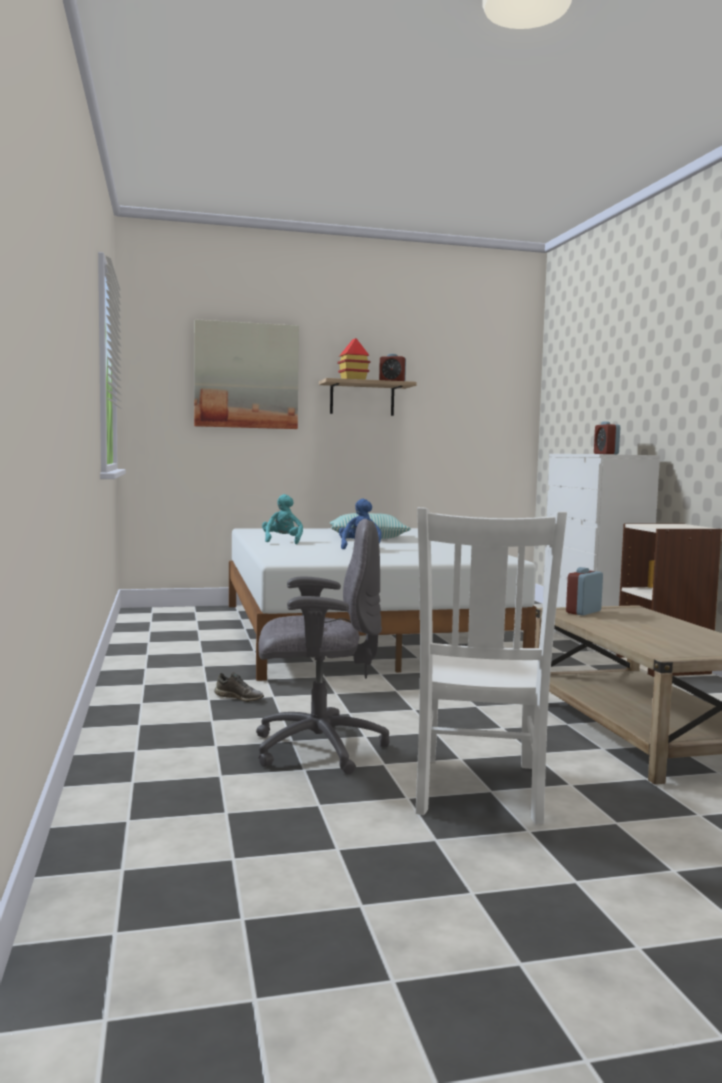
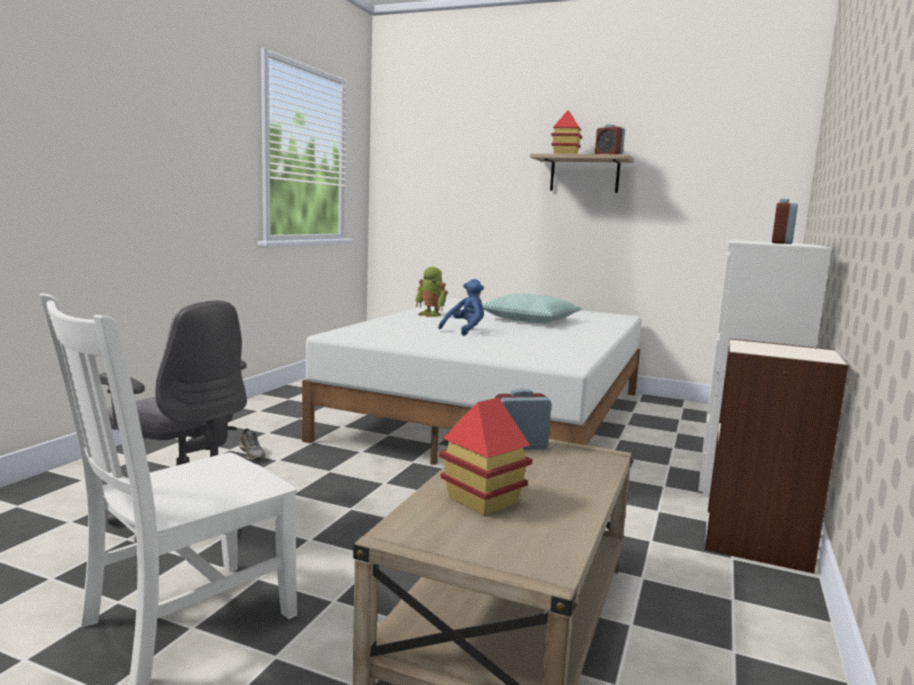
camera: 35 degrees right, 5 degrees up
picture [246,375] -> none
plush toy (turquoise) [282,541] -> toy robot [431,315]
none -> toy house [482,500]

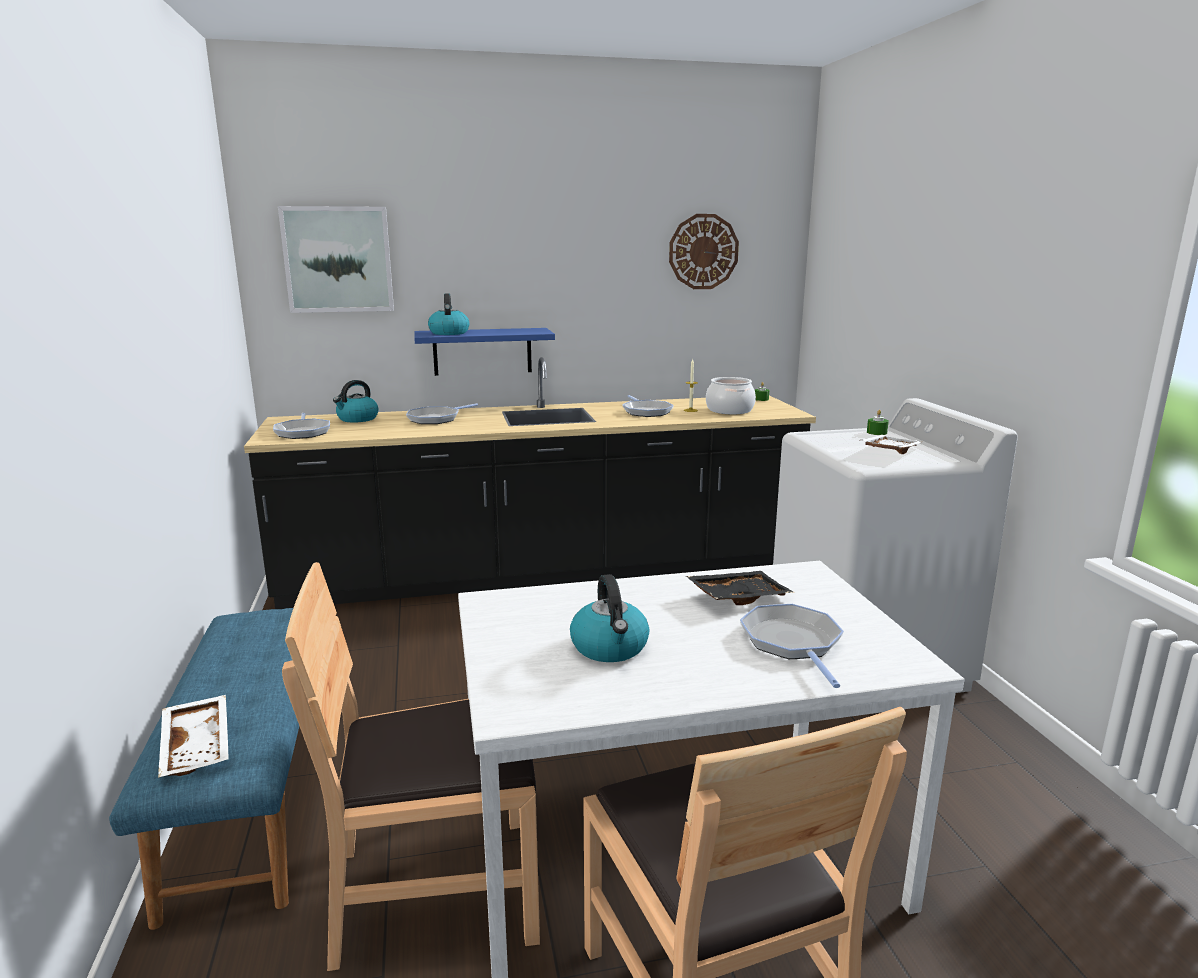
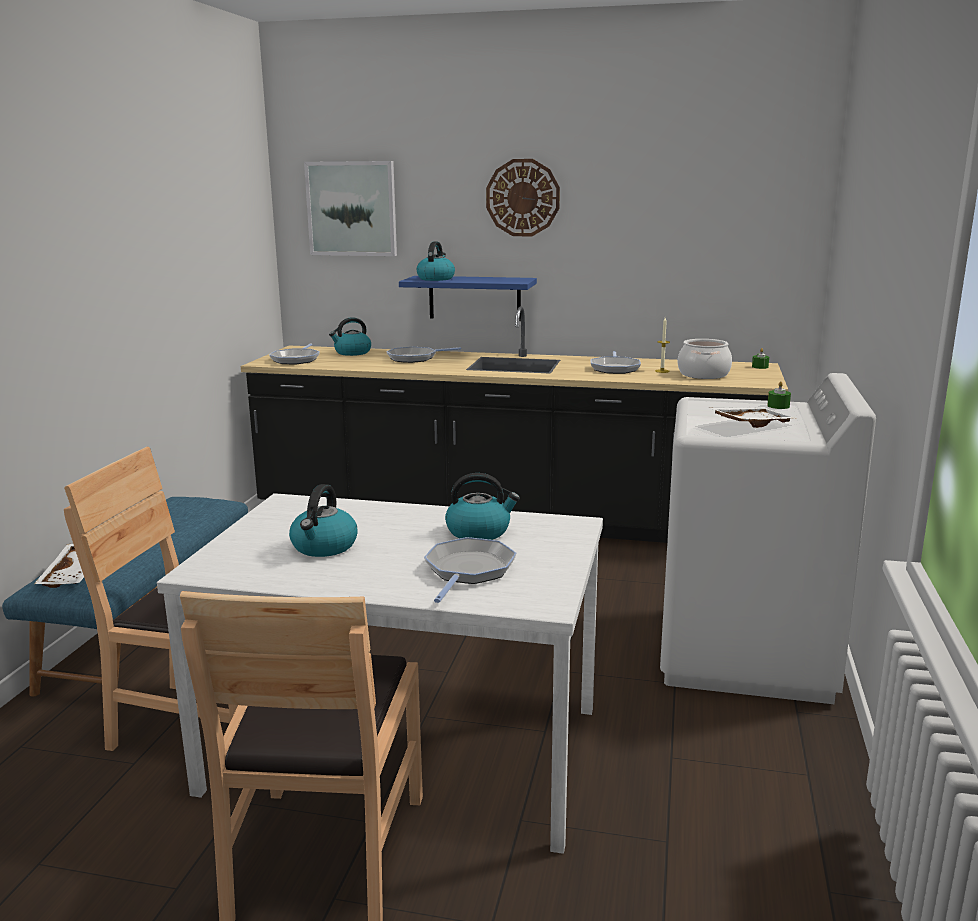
camera: 25 degrees right, 0 degrees up
wall clock [703,252] -> wall clock [523,198], move
tray (black) [737,596] -> kettle [479,531]

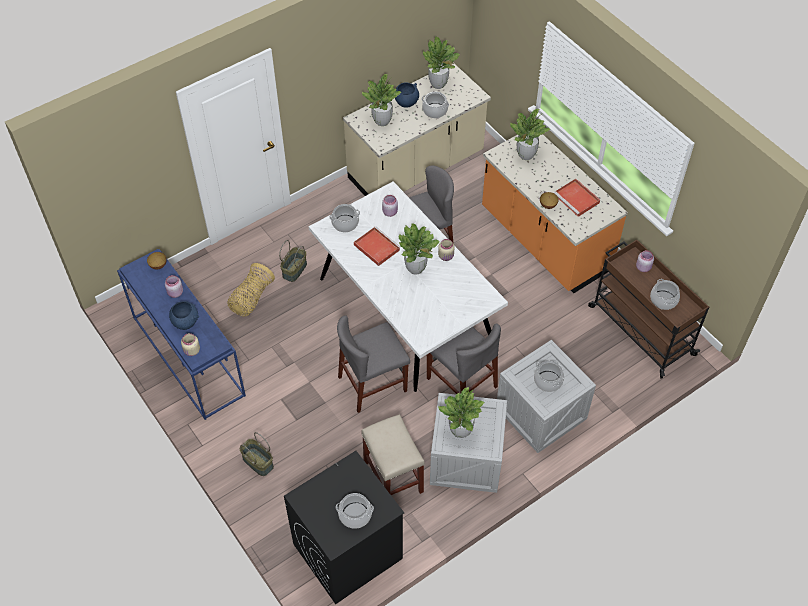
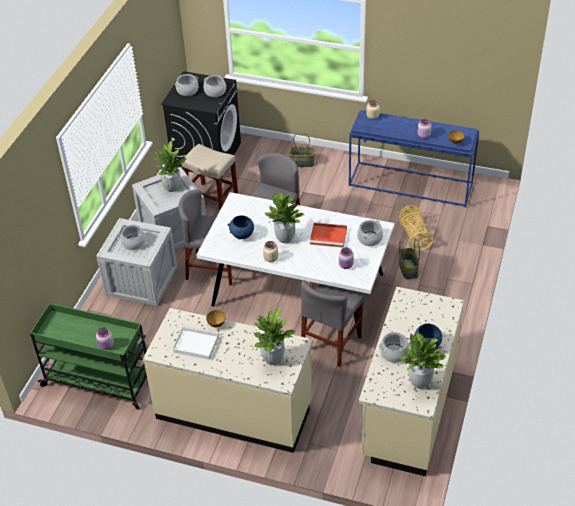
camera: 145 degrees right, 10 degrees down
bowl (blue) [185,322] -> bowl (blue) [242,235], move
potted plant [382,121] -> none
counter (orange) [544,240] -> counter (beige) [234,409]
tray (red) [577,199] -> tray (white) [195,344]
cart (brown) [640,329] -> cart (green) [100,381]
cooking pot [663,300] -> cooking pot [215,92], move

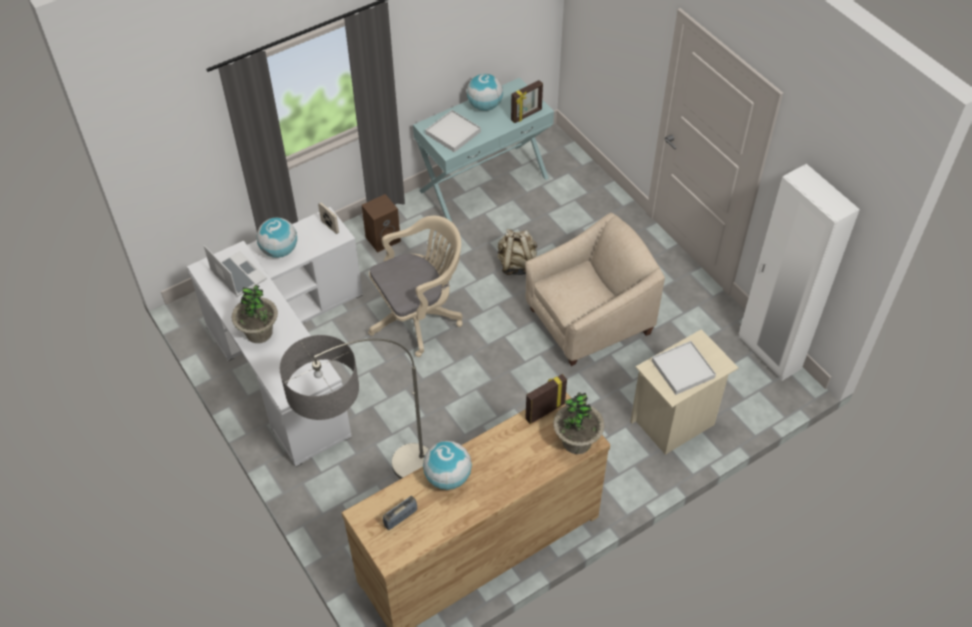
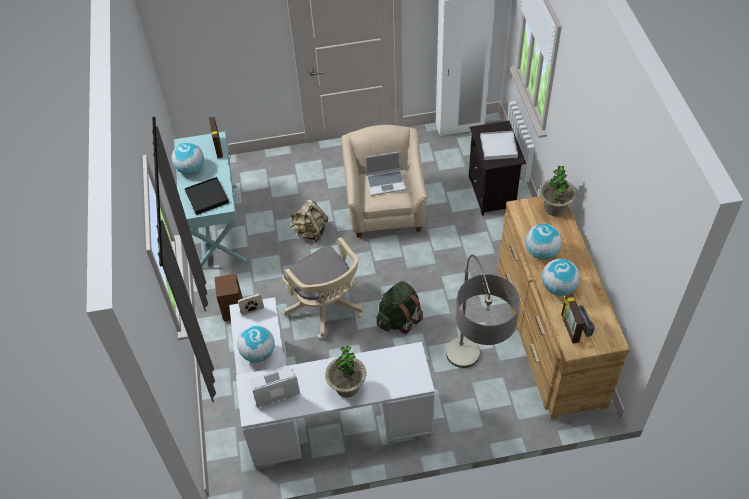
camera: 65 degrees left, 0 degrees up
office chair (beige) [419,316] -> office chair (beige) [327,308], 150 degrees clockwise
tray (white) [453,133] -> tray (black) [207,197]
picture frame [544,411] -> picture frame [569,328], move
nightstand (beige) [674,423] -> nightstand (black) [493,193]
none -> laptop [386,183]
none -> backpack (green) [399,319]
none -> globe [541,252]

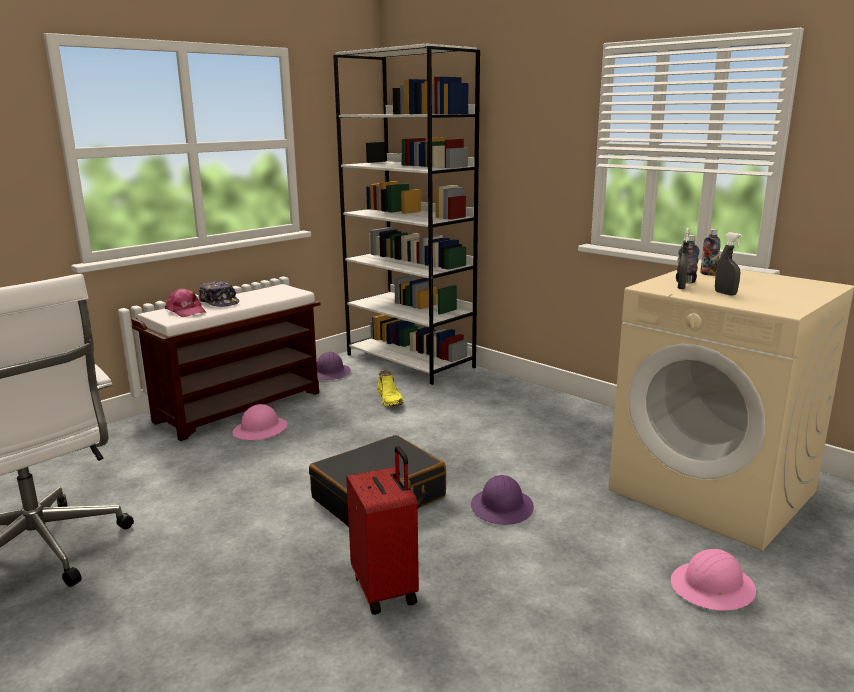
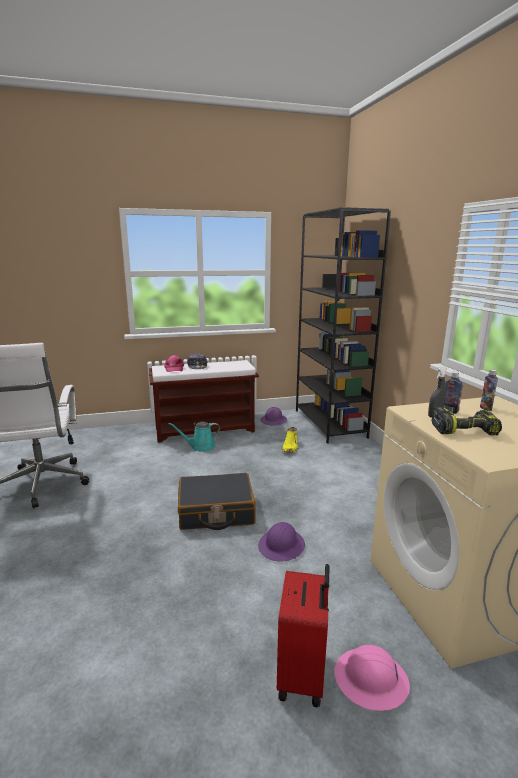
camera: 30 degrees right, 0 degrees up
hard hat (pink) [260,430] -> watering can (turquoise) [200,447]
bookcase (white) [411,361] -> bookcase (black) [330,424]
suitcase (red) [386,589] -> suitcase (red) [303,676], move
spray bottle (grey) [725,293] -> power drill [464,430]

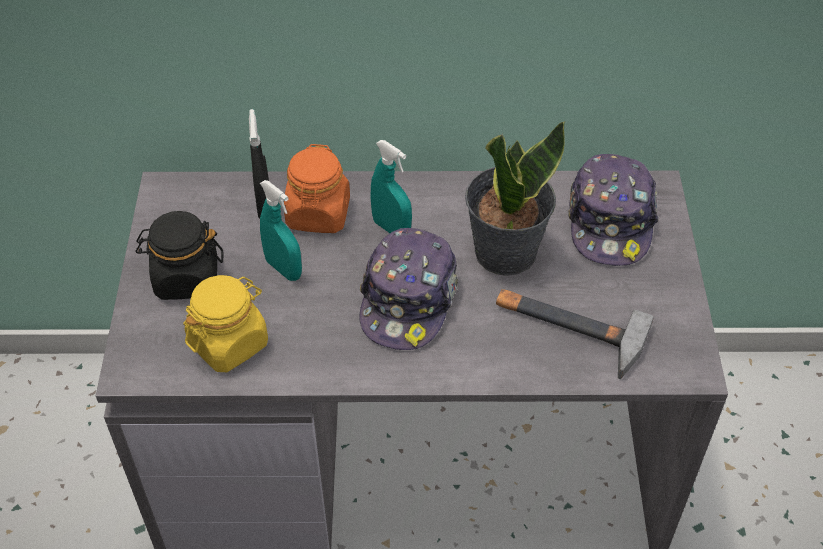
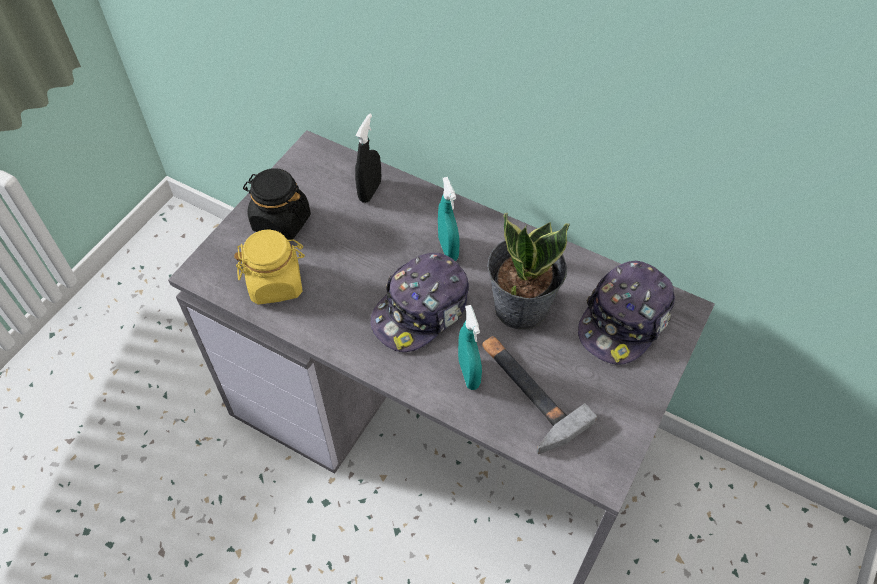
camera: 30 degrees right, 5 degrees up
spray bottle (turquoise) [283,269] -> spray bottle (turquoise) [469,373], move
jar (orange) [318,214] -> none

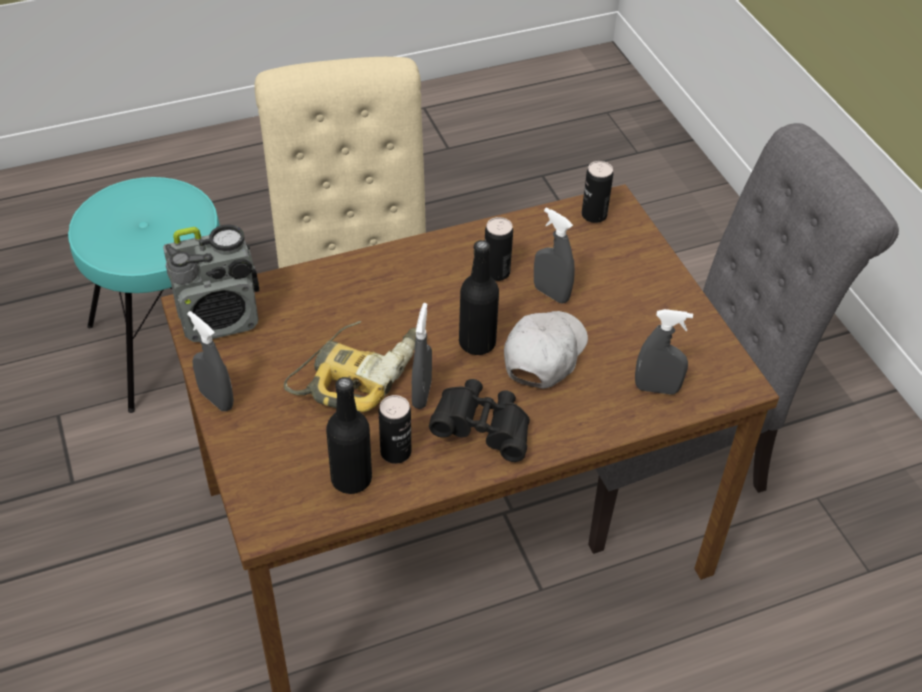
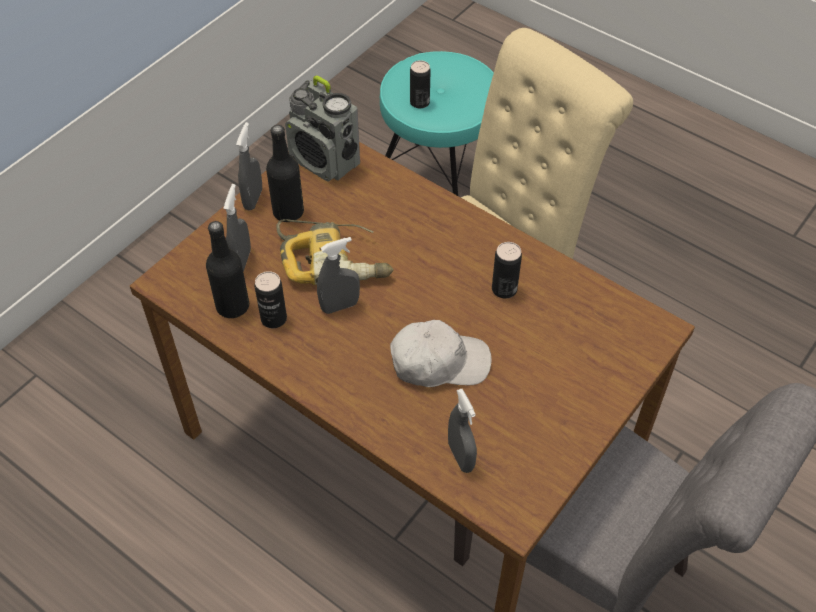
camera: 60 degrees right, 5 degrees up
binoculars (black) [483,430] -> none
bottle (black) [477,343] -> bottle (black) [288,212], move
spray bottle (grey) [551,293] -> spray bottle (grey) [241,260], move
can [594,215] -> can [419,102], move

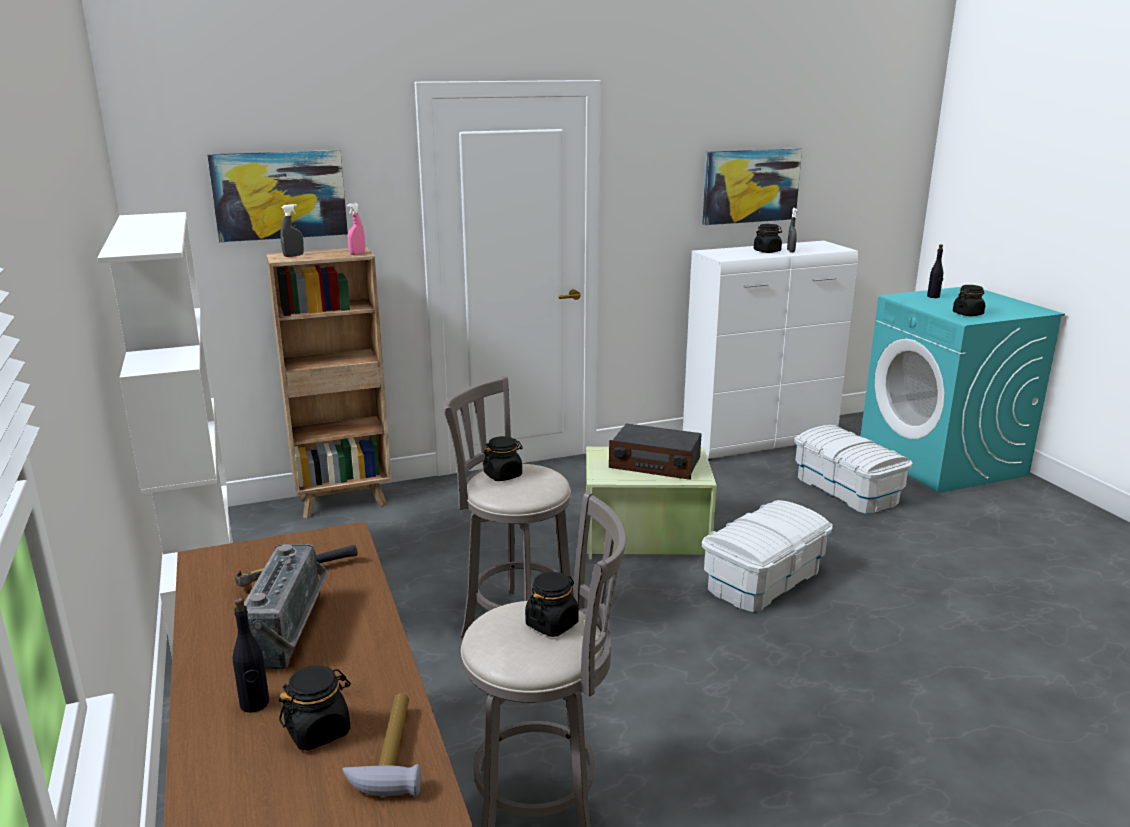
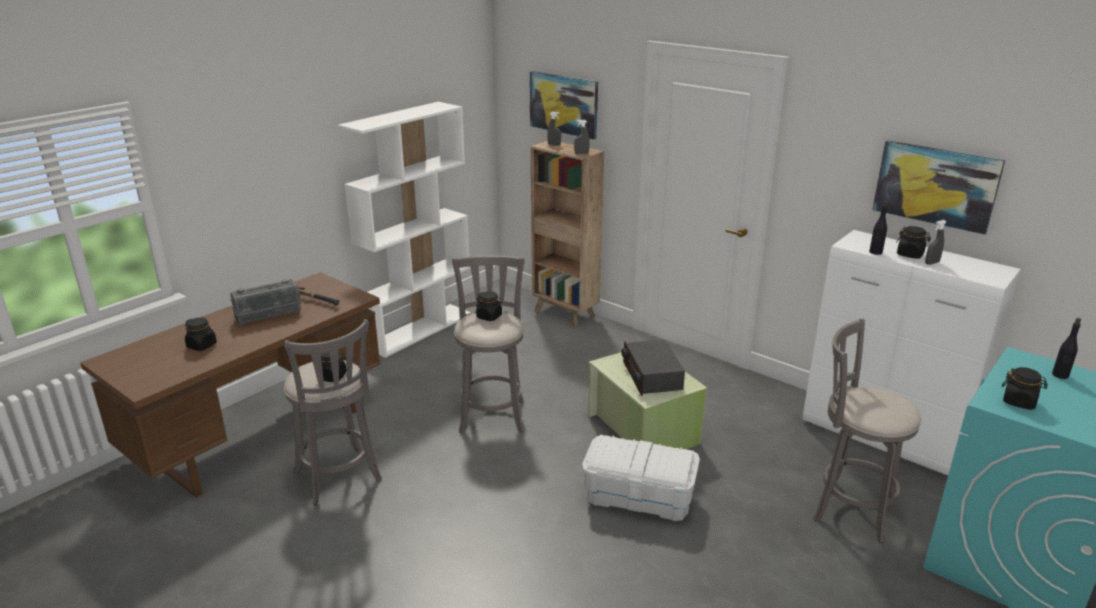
camera: 60 degrees right, 5 degrees up
bottle (black) [254,704] -> bottle (black) [875,252], move
hammer [389,753] -> none
spray bottle (pink) [357,253] -> spray bottle (grey) [581,154]
storage box (white) [846,490] -> stool (grey) [849,507]

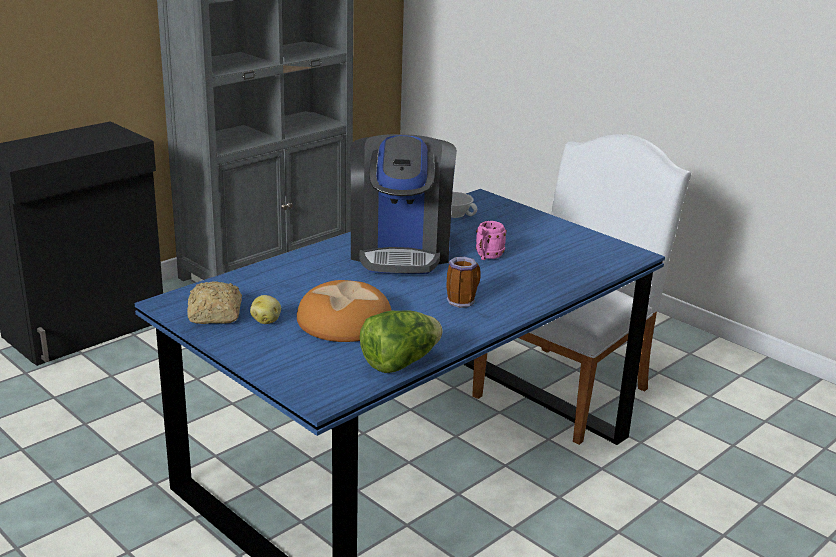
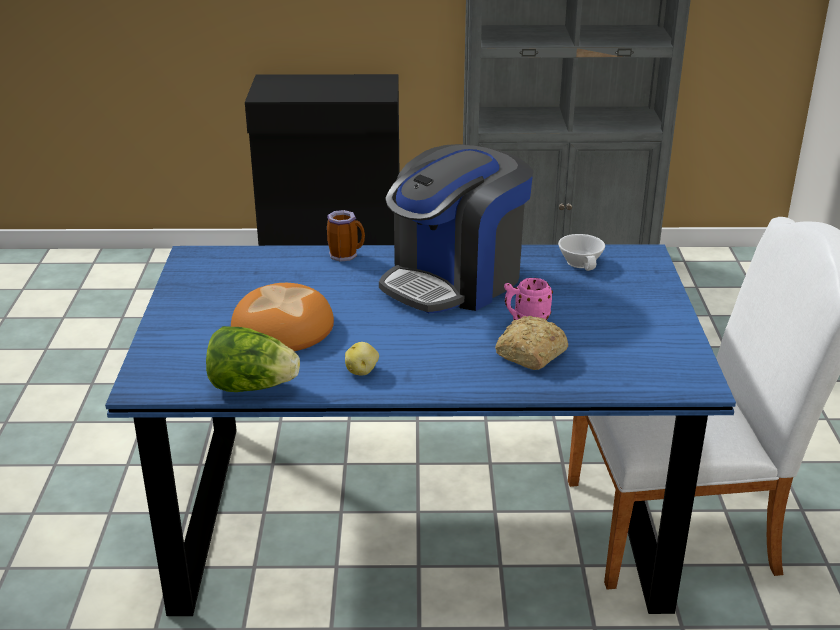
camera: 45 degrees right, 5 degrees up
bread [214,315] -> bread [529,355], move
potato [266,320] -> potato [362,371], move
mug [462,300] -> mug [346,255], move

